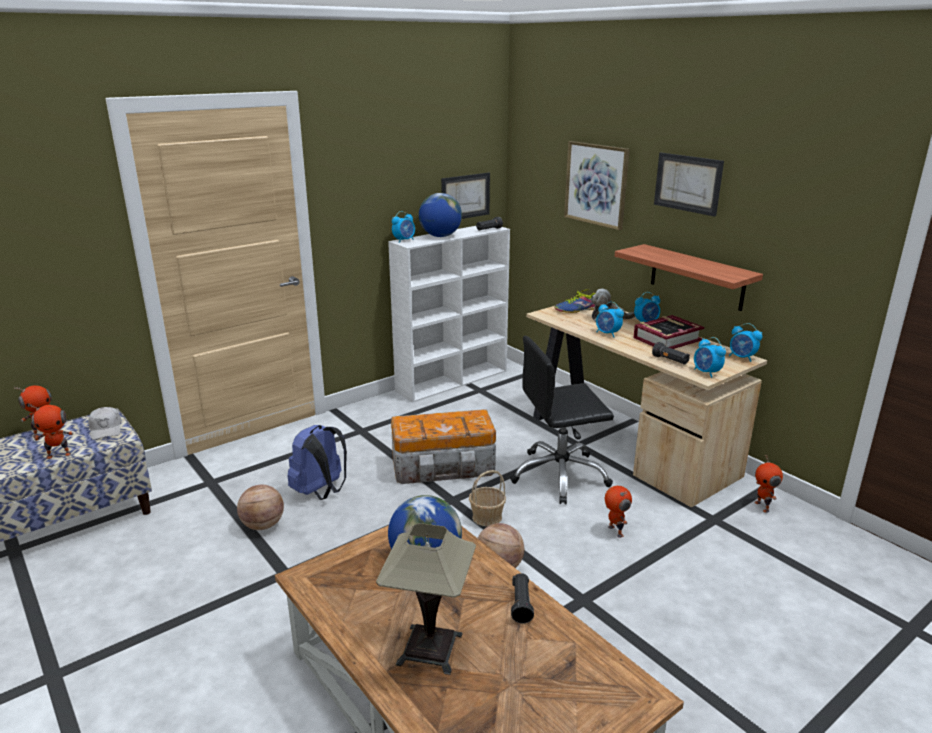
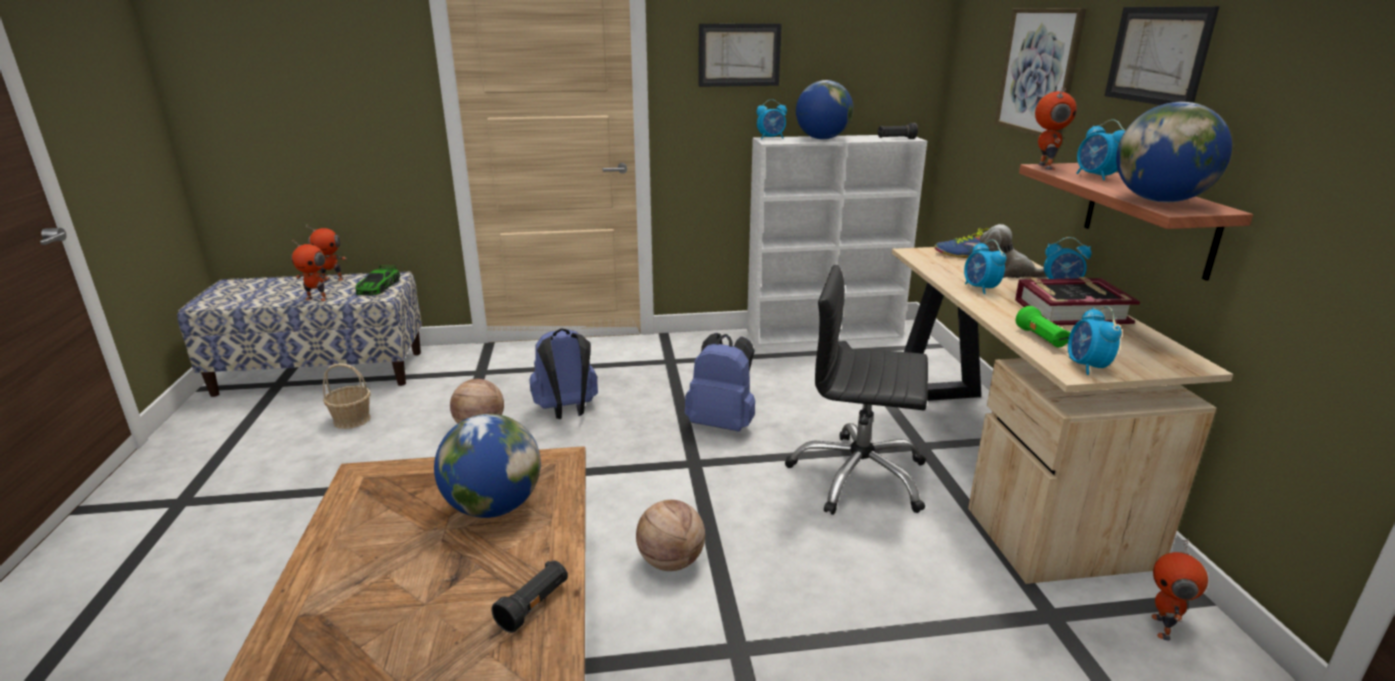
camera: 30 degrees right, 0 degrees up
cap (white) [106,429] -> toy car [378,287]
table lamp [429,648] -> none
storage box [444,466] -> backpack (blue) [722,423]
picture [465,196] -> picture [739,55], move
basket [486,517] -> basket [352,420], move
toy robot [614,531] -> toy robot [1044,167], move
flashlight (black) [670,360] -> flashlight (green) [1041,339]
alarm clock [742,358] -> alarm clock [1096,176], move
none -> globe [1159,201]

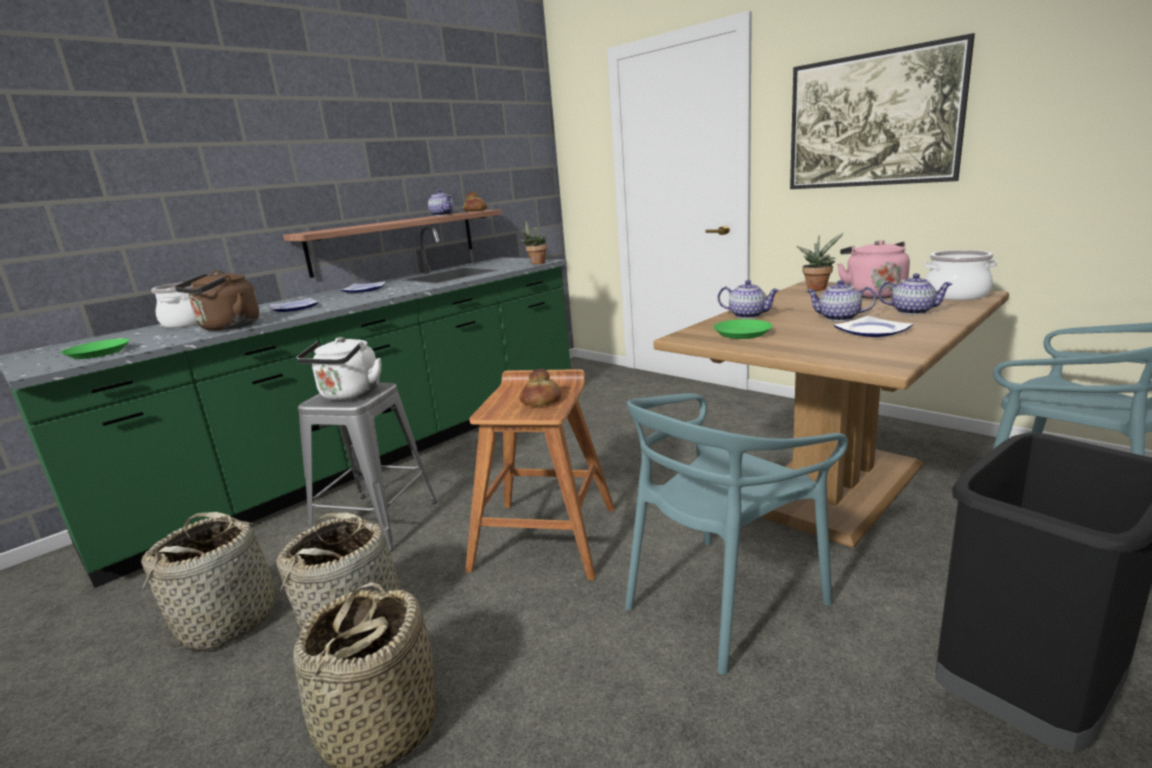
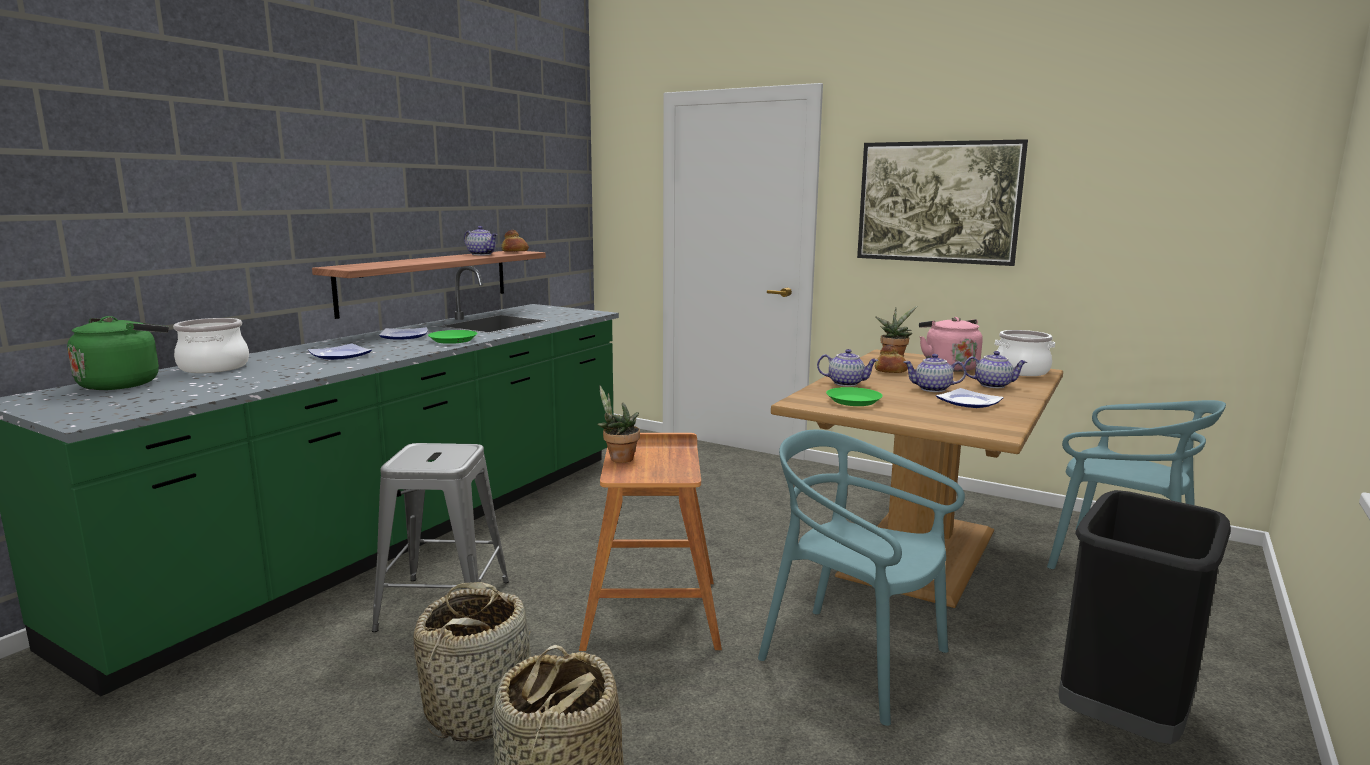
camera: 15 degrees left, 5 degrees down
plate (green) [99,353] -> plate (green) [453,340], move
basket [229,620] -> none
kettle (brown) [227,327] -> none
kettle (white) [349,395] -> none
bread [541,401] -> bread [890,371], move
potted plant [536,263] -> potted plant [618,458], move
chair (turquoise) [722,600] -> chair (turquoise) [853,660], 90 degrees clockwise
none -> kettle (green) [124,383]

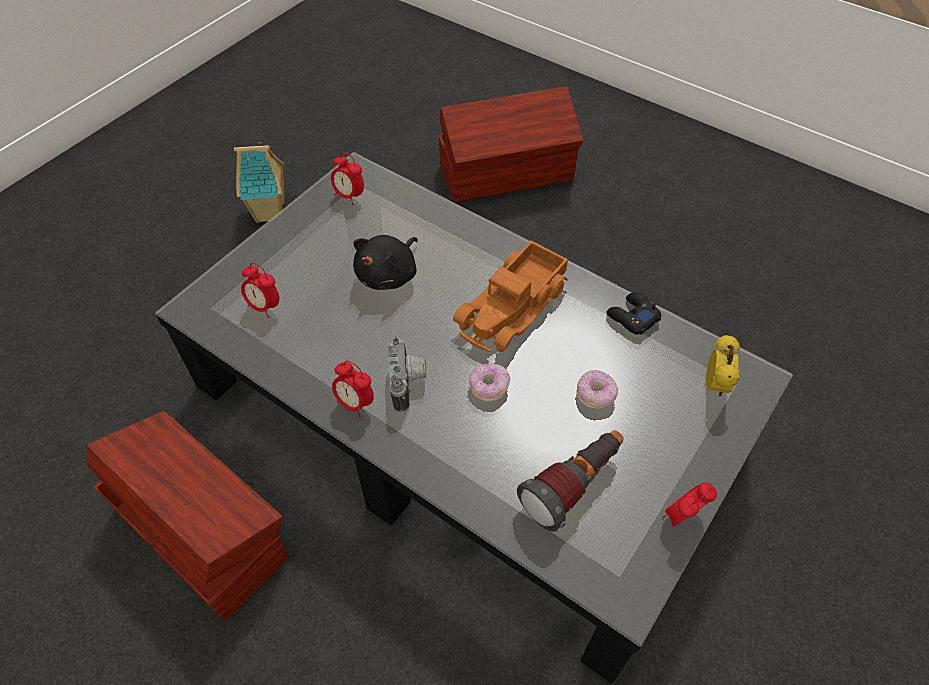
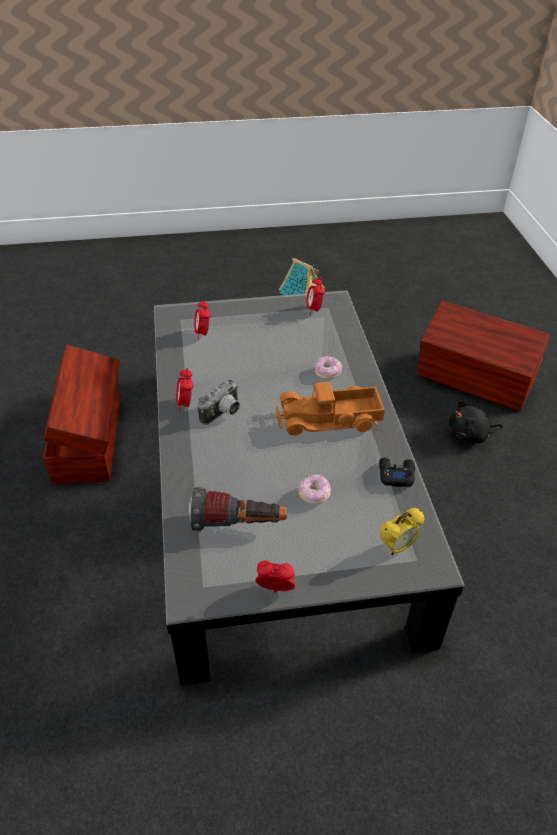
camera: 45 degrees right, 10 degrees down
plush toy (black) [389,274] -> plush toy (black) [470,435], move
donut [489,387] -> donut [328,372], move

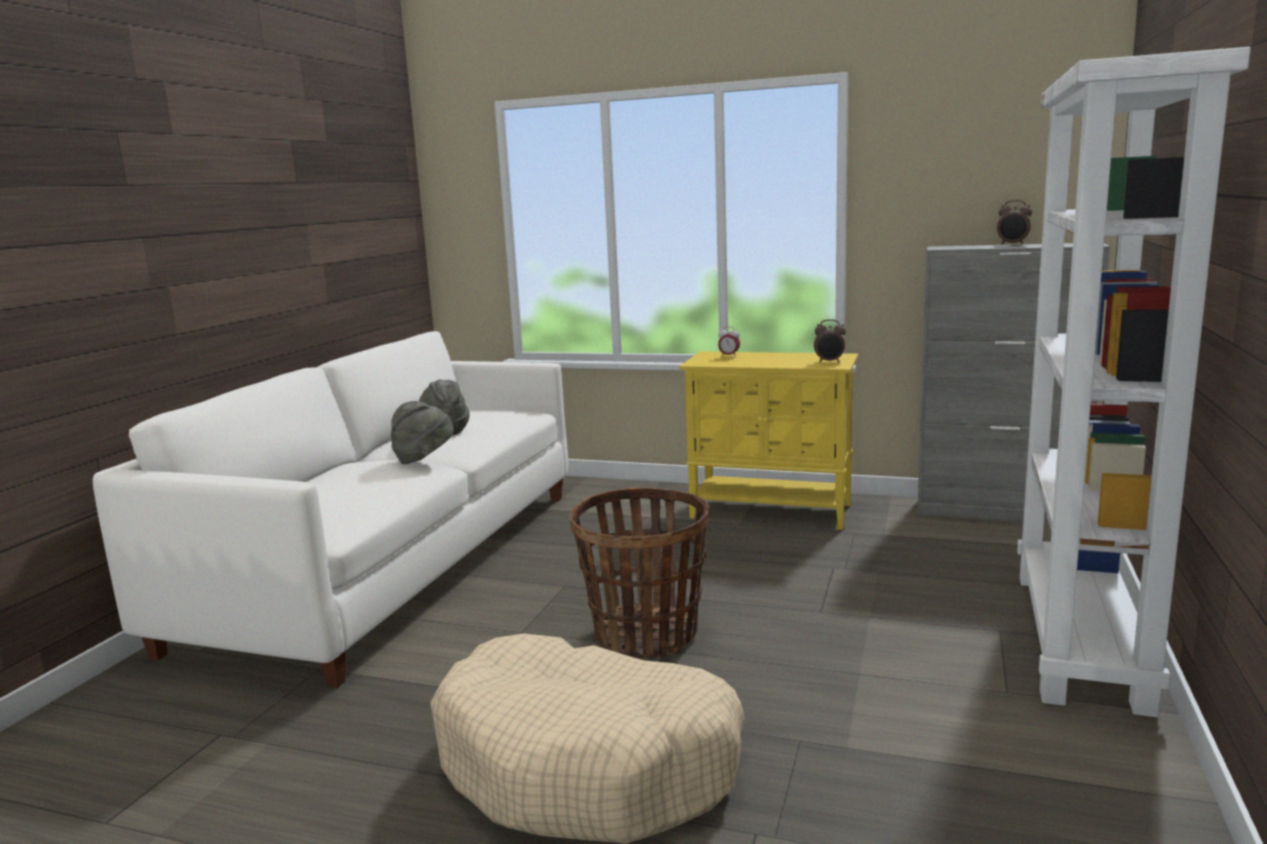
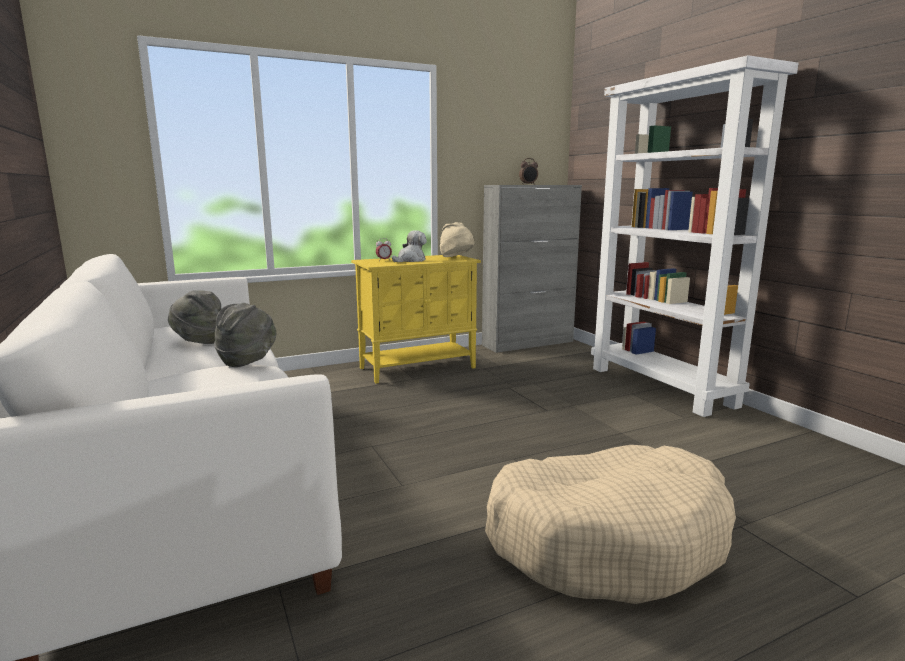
camera: 45 degrees left, 0 degrees up
basket [645,635] -> none
alarm clock [829,362] -> hat (beige) [457,258]
none -> plush toy [410,260]

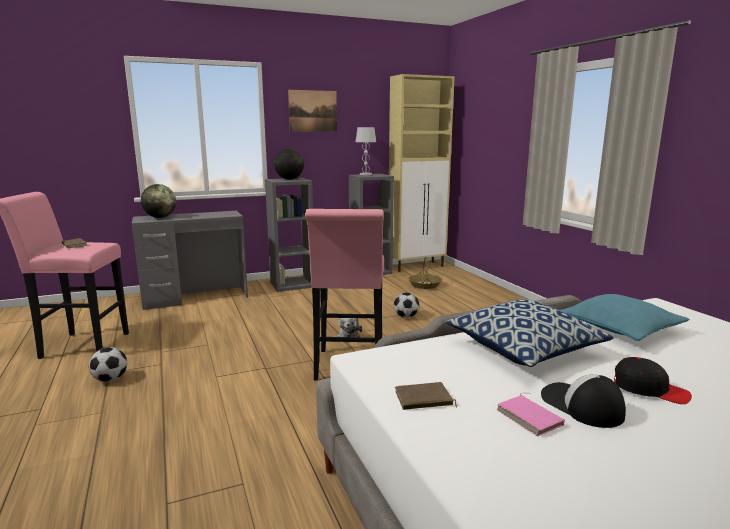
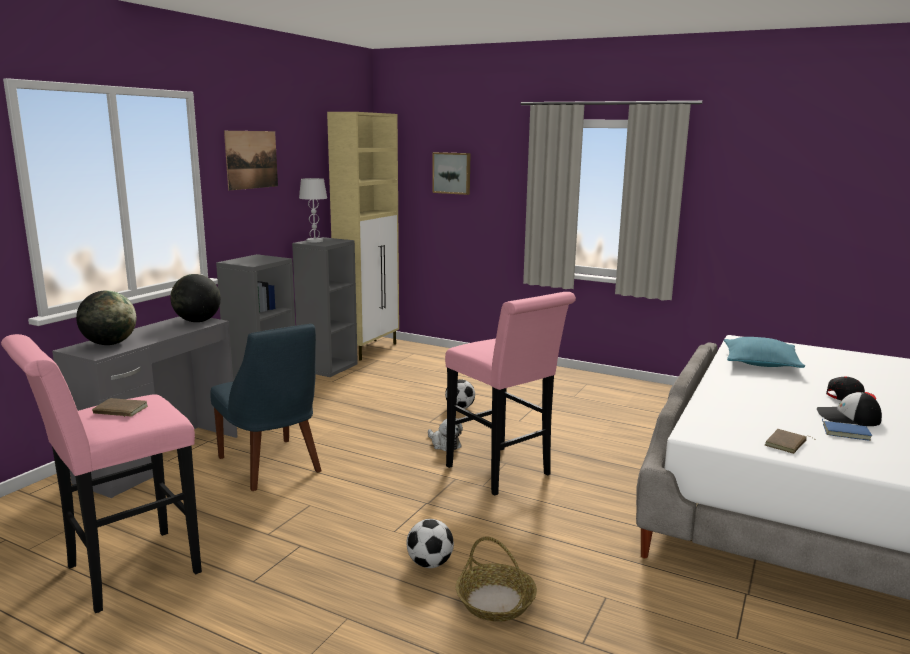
camera: 40 degrees left, 0 degrees up
football [110,379] -> football [429,563], move
globe [289,179] -> globe [198,321], move
basket [424,285] -> basket [495,601], move
pillow [524,349] -> none
book (pink) [531,417] -> book (blue) [846,432]
none -> chair (blue) [272,466]
none -> picture [452,173]

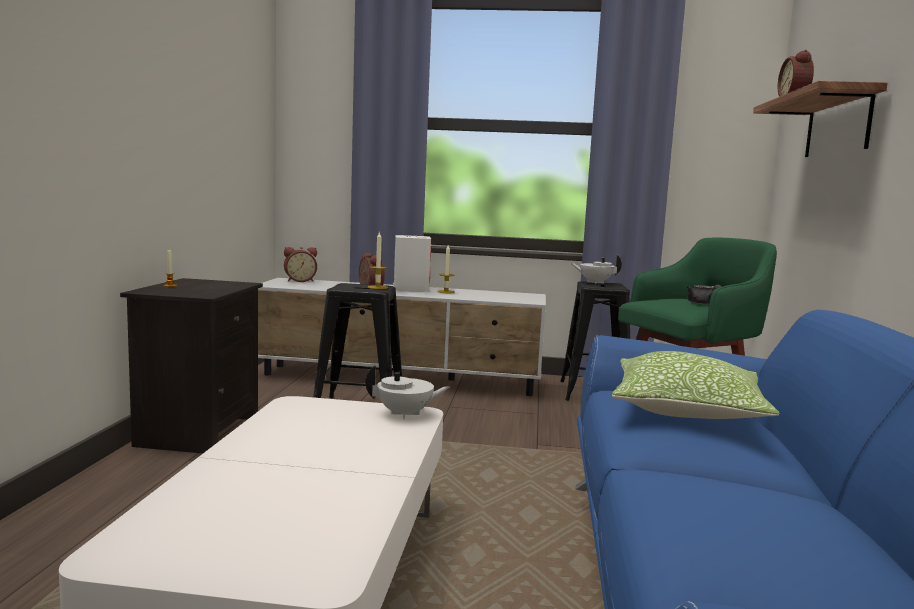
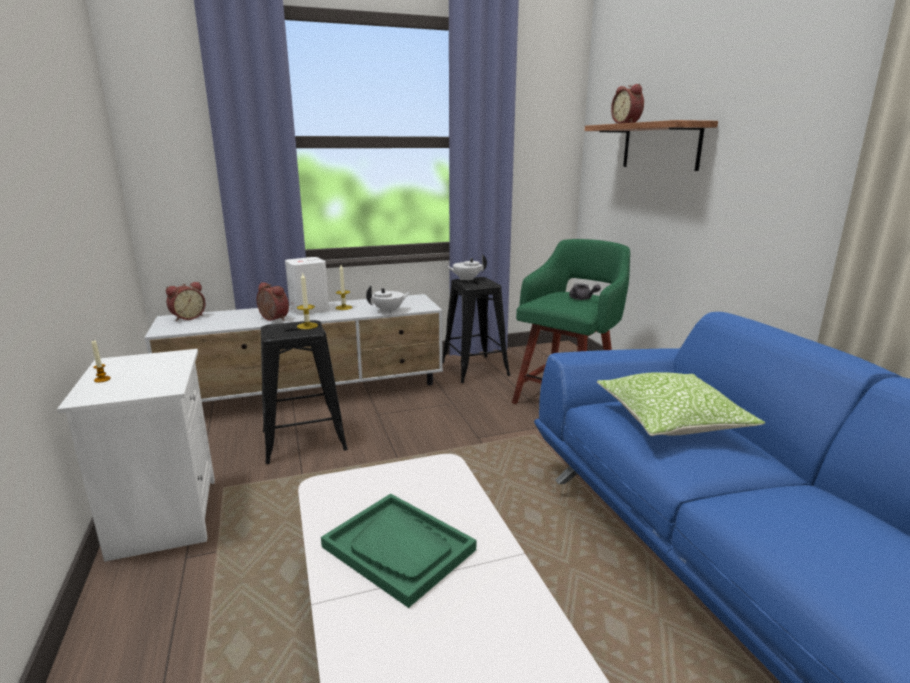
camera: 25 degrees left, 10 degrees up
nightstand (black) [197,431] -> nightstand (white) [163,515]
teapot (white) [405,414] -> teapot (white) [389,311], move
none -> tray (green) [399,548]

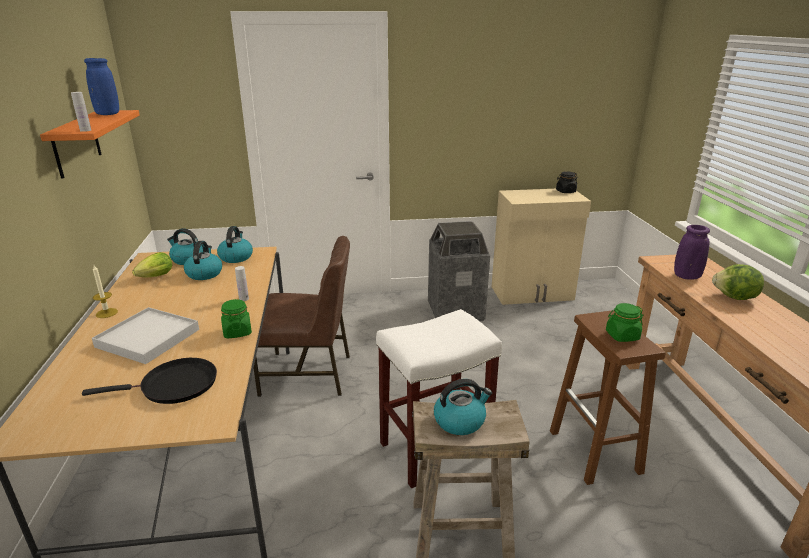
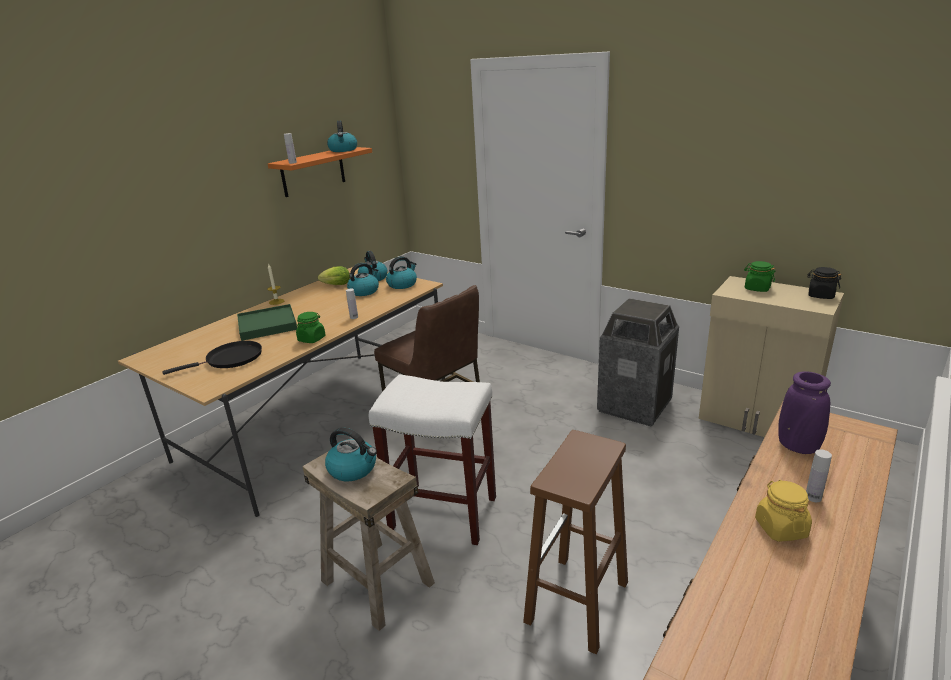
camera: 45 degrees right, 0 degrees up
frying pan (black) [174,386] -> frying pan (black) [230,359], 60 degrees counterclockwise
vase (blue) [107,114] -> kettle [343,150]
tray (white) [148,338] -> tray (green) [267,325]
jar (green) [622,336] -> jar (green) [757,288], move
lettuce [735,298] -> bottle (white) [813,497]
none -> jar (yellow) [780,528]

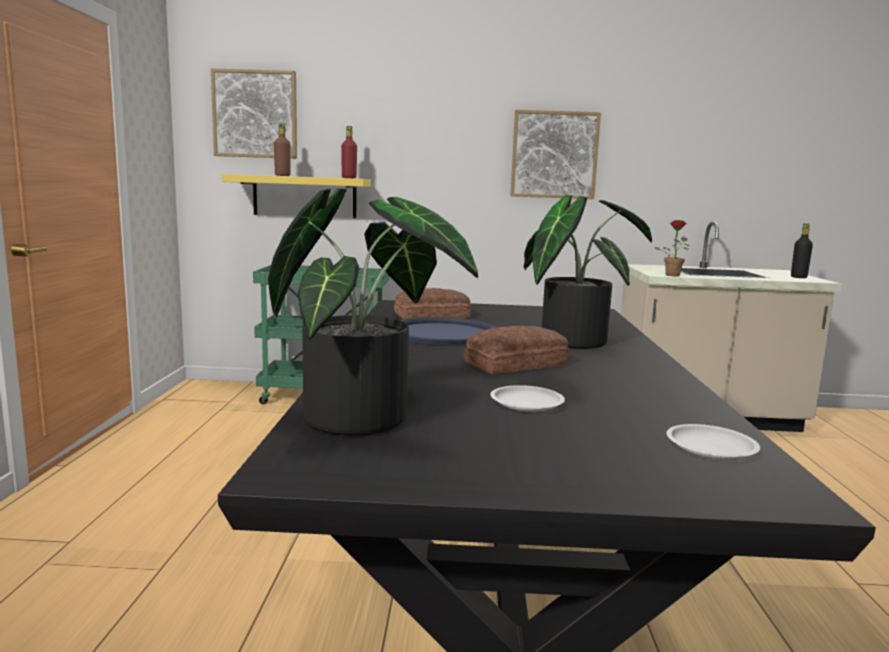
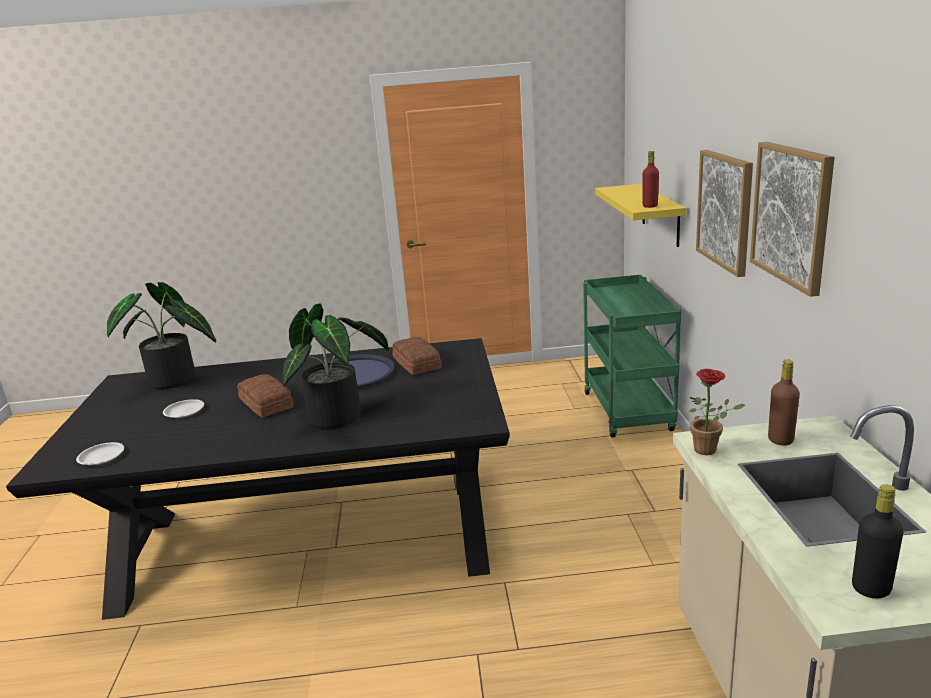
camera: 85 degrees right, 10 degrees up
picture [255,114] -> picture [725,210], move
bottle (brown) [282,175] -> bottle (brown) [780,440], move

